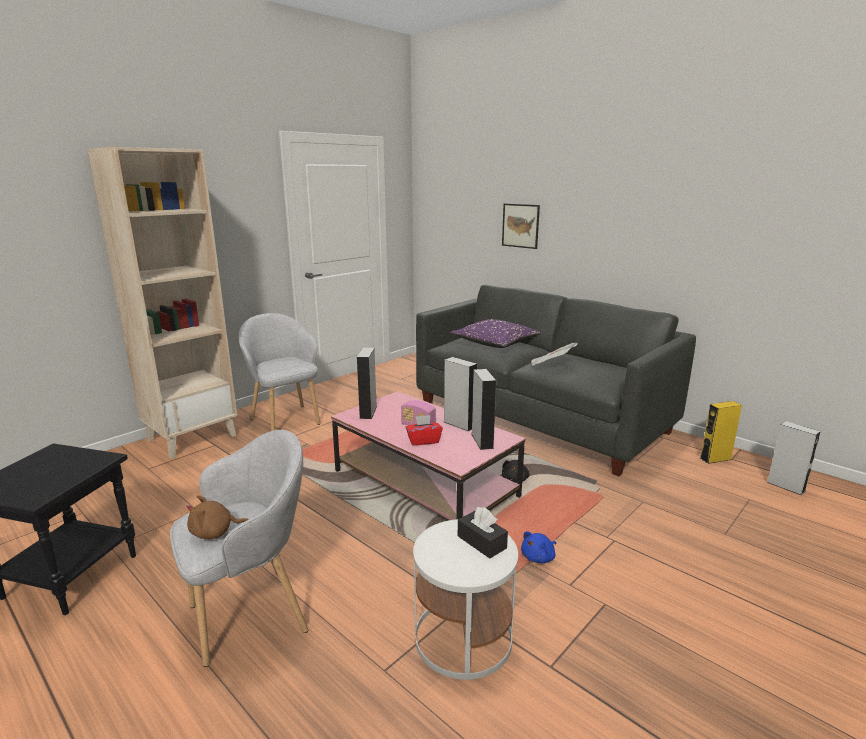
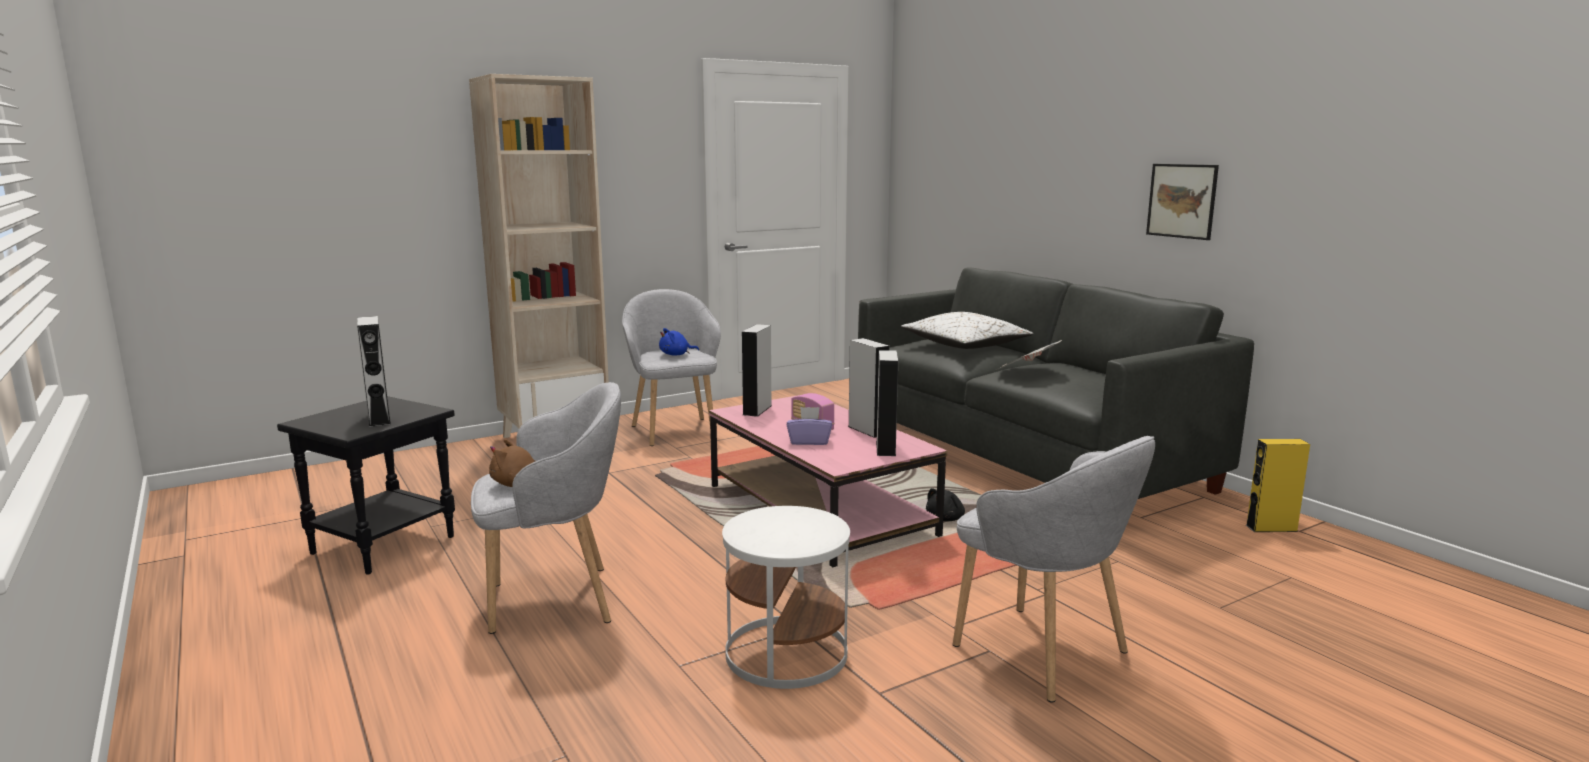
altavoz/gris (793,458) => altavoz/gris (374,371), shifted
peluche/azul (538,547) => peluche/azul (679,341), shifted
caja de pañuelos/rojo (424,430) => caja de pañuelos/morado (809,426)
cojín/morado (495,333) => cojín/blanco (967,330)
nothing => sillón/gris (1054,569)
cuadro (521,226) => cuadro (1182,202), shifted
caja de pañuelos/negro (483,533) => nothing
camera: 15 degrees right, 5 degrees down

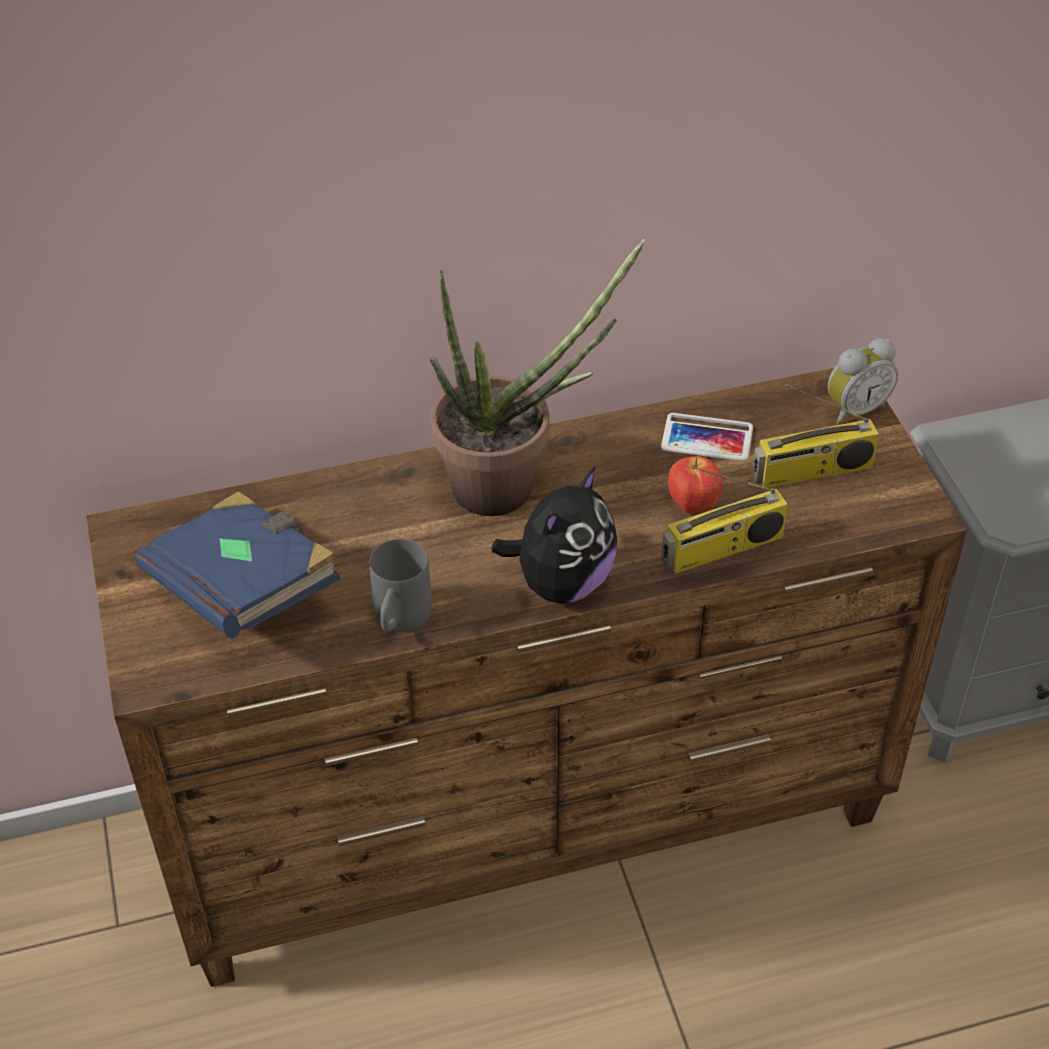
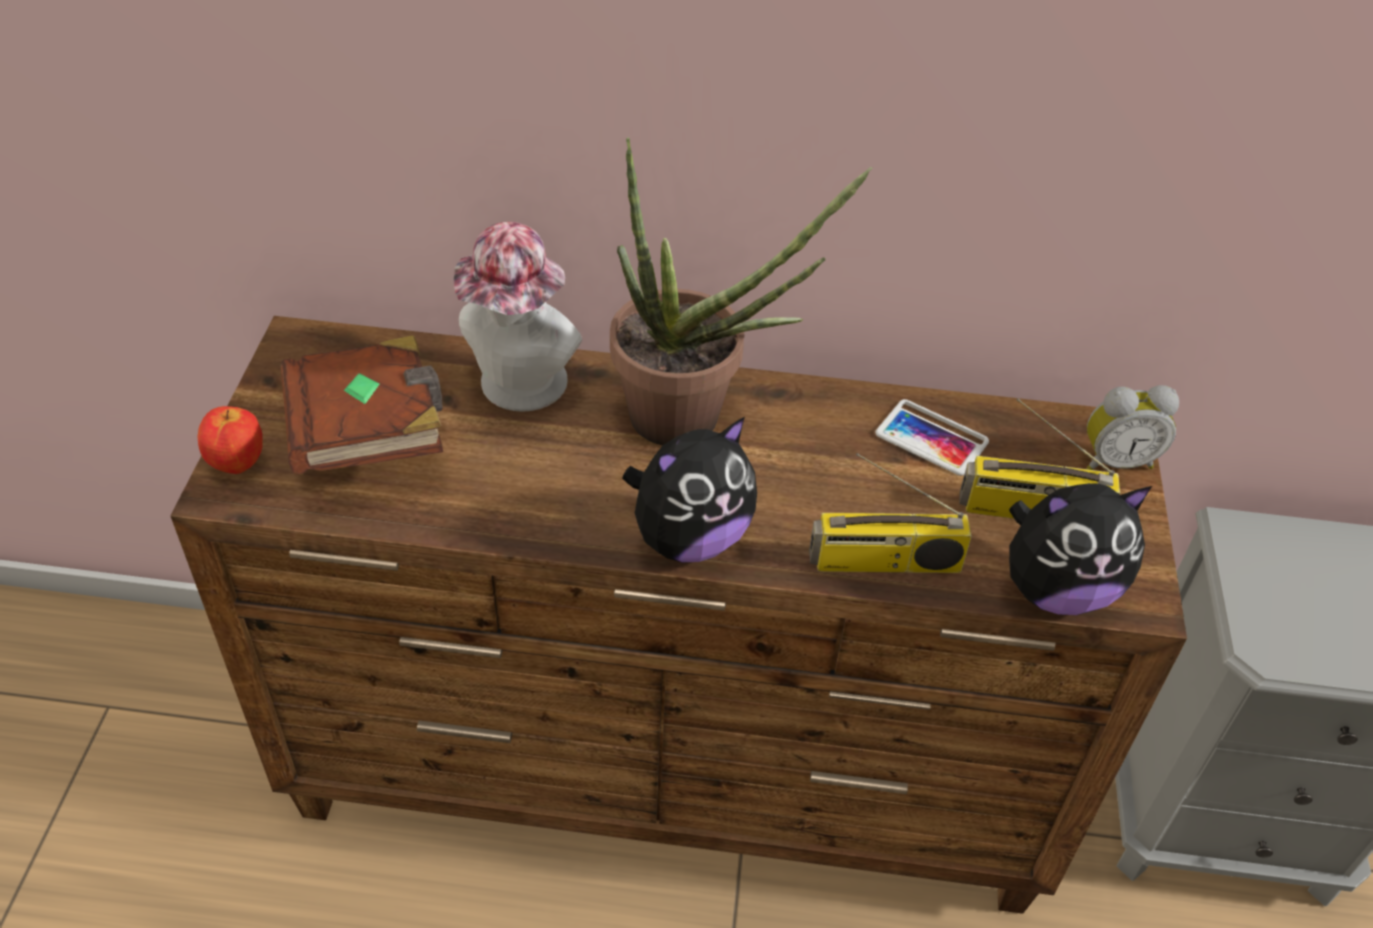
manzana (695,485) => manzana (230,440), shifted
libro/azul (237,565) => libro/marrón (362,405)
nothing => sombrero (517,317)
nothing => peluche (1080,549)
taza grande/gris (400,585) => nothing
camera: 20 degrees right, 0 degrees up

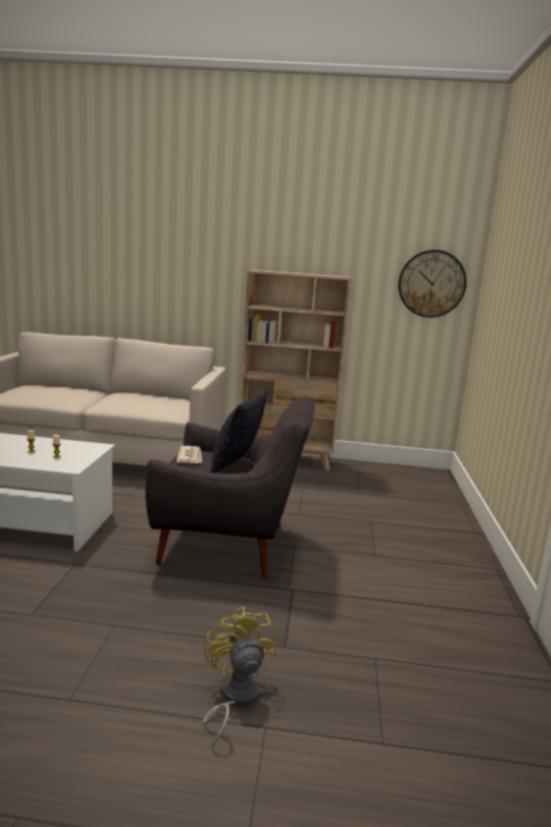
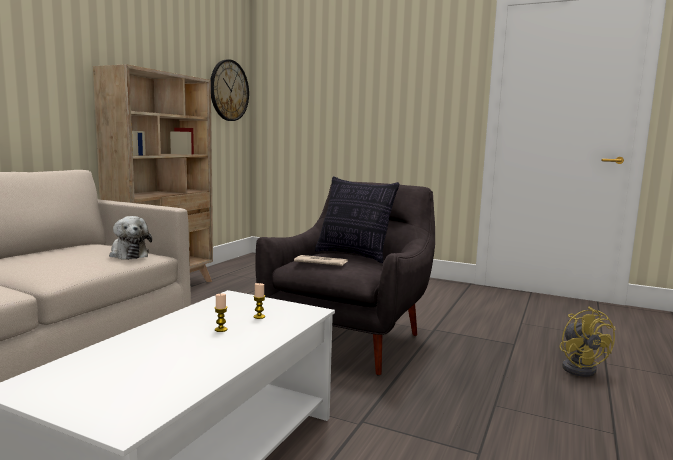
nothing => peluche (130,238)
ventilador/amarillo (240,677) => ventilador/amarillo (587,342), 105 degrees counterclockwise
camera: 70 degrees left, 5 degrees down

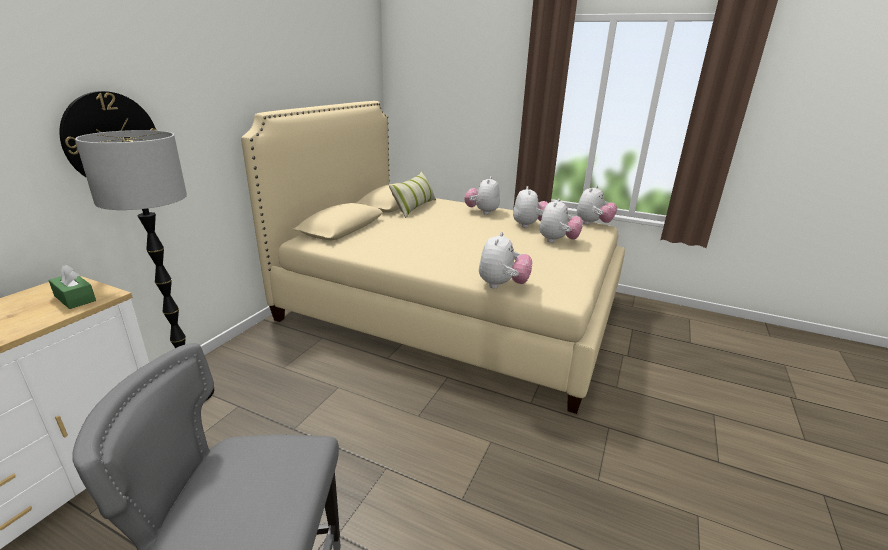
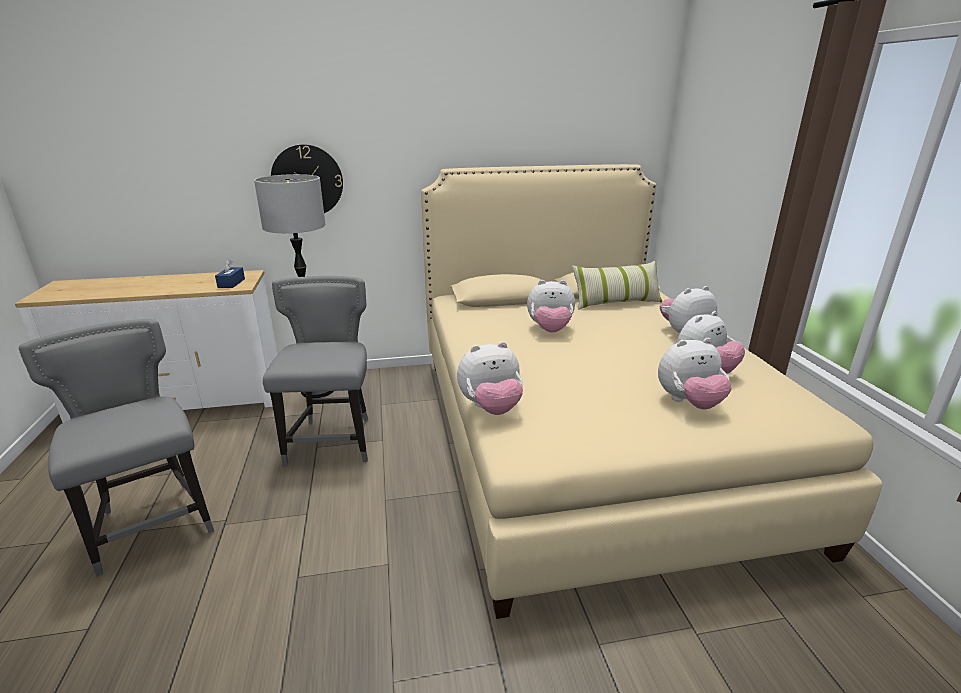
caja de pañuelos/verde (72,287) => caja de pañuelos/azul (230,273)
nothing => silla/gris (315,370)
peluche (597,205) => peluche (551,306), shifted
camera: 55 degrees right, 0 degrees up

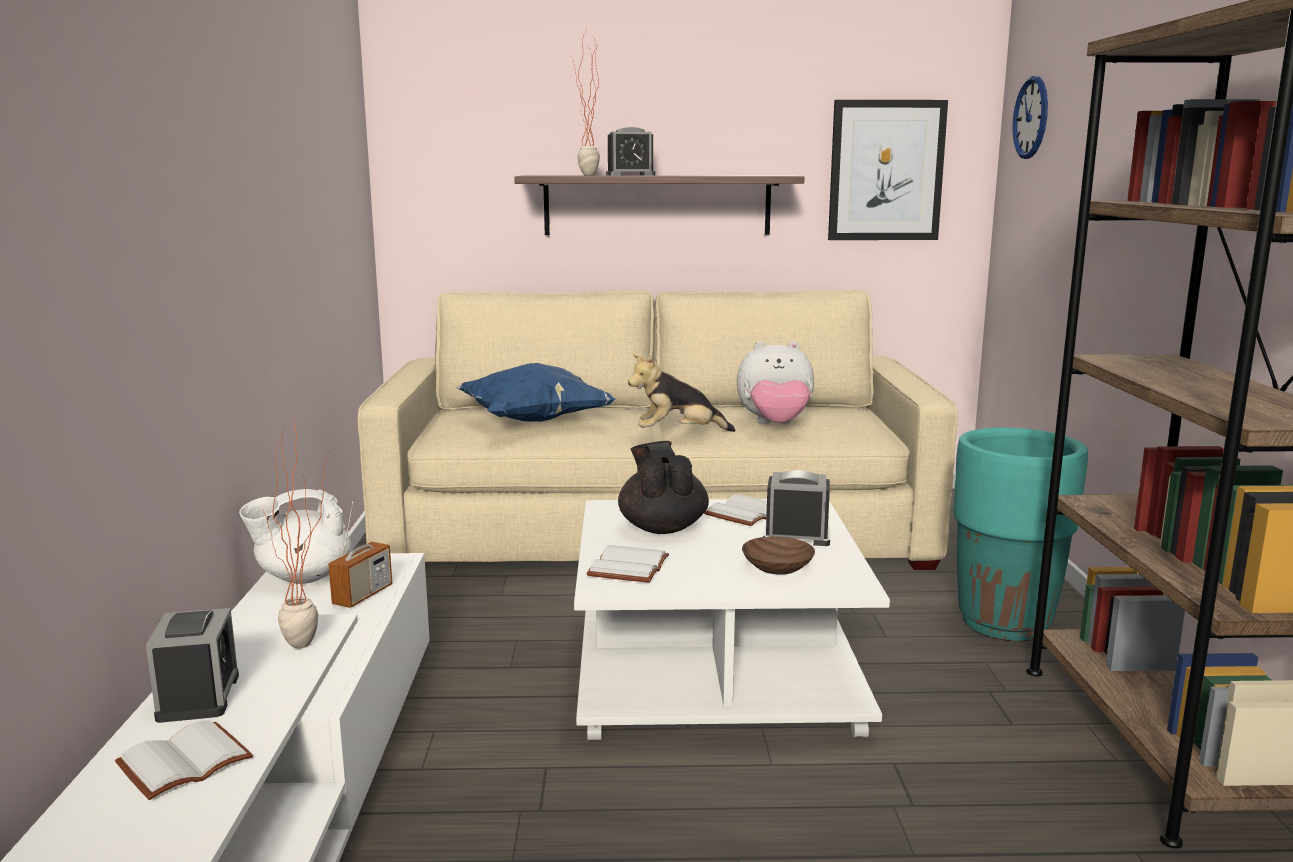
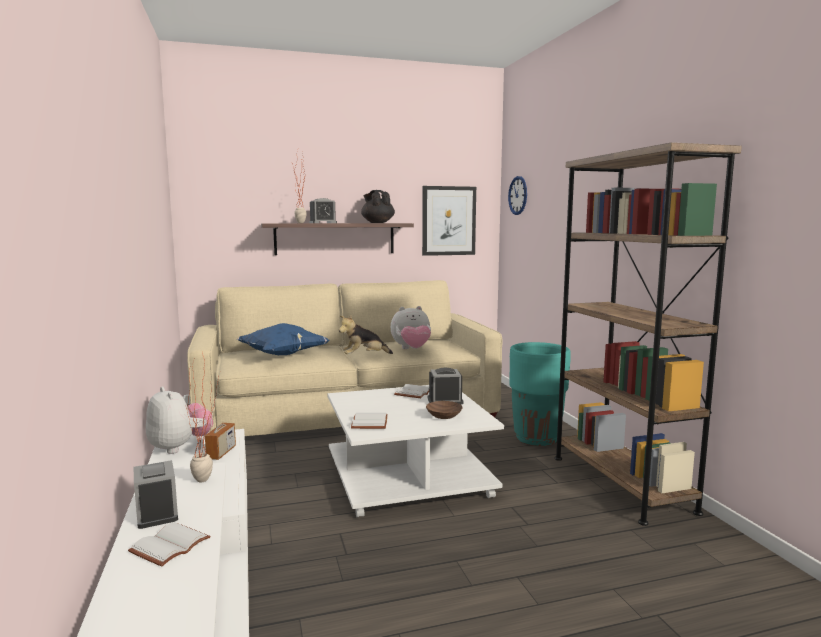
tetera/blanco (295,536) => peluche (179,420)
tetera/negro (663,487) => tetera/negro (378,206), shifted
camera: 15 degrees left, 5 degrees down

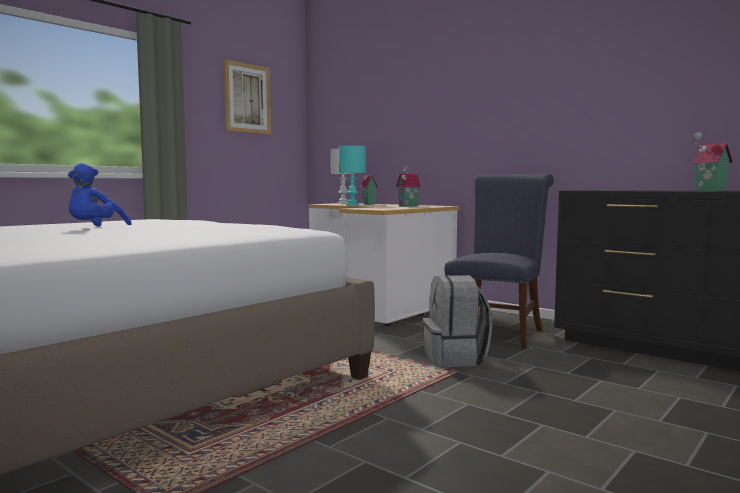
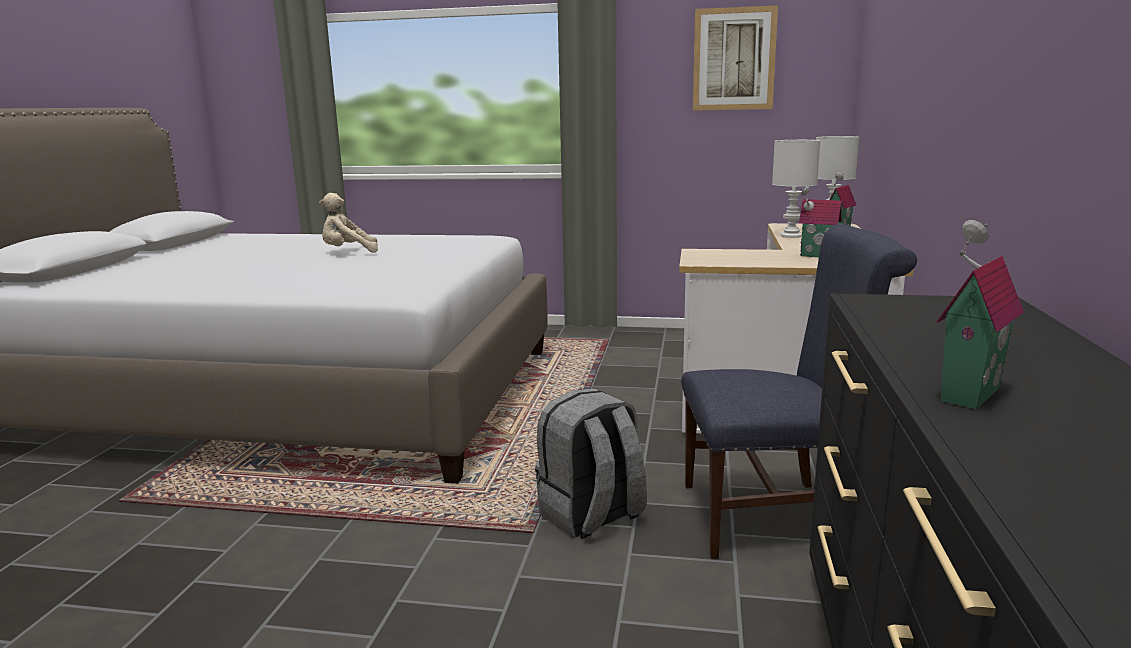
peluche/azul (100,195) => peluche/beis (348,223)
lámpara de mesa/turquesa (352,175) => lámpara de mesa/blanco (796,189)
camera: 60 degrees right, 10 degrees up

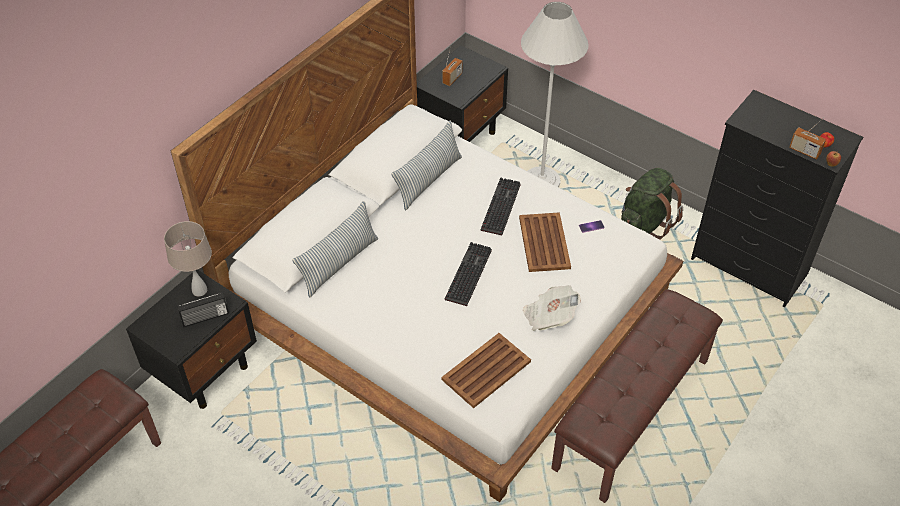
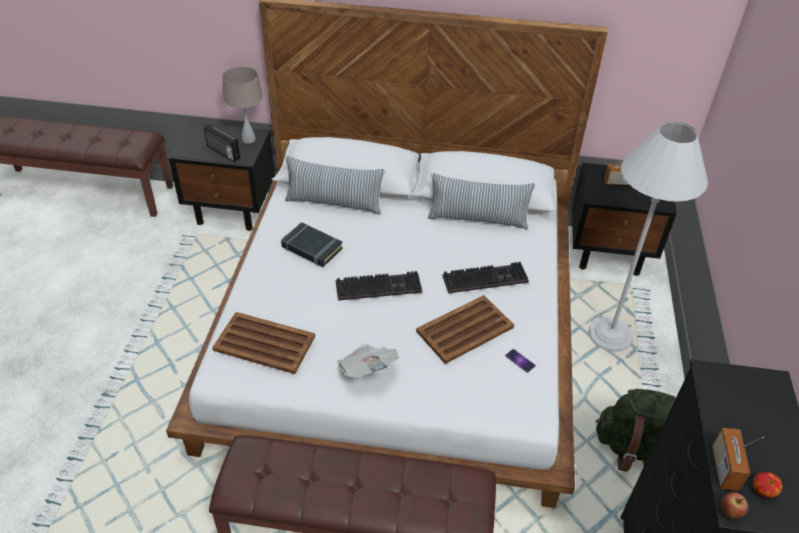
nothing => libro/negro (312,244)
camera: 60 degrees right, 5 degrees down

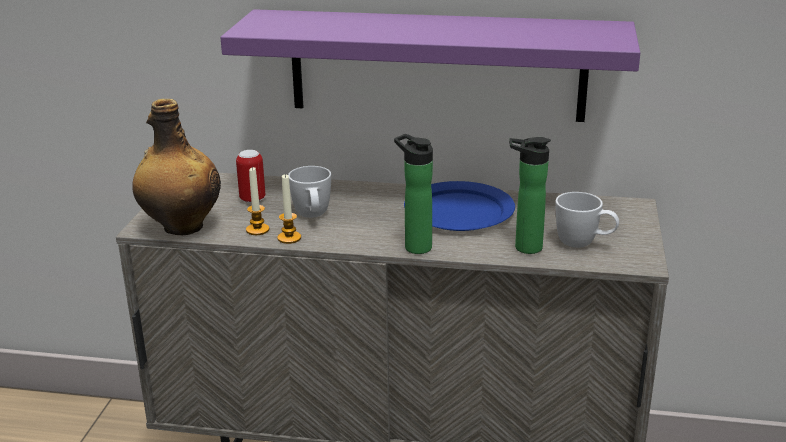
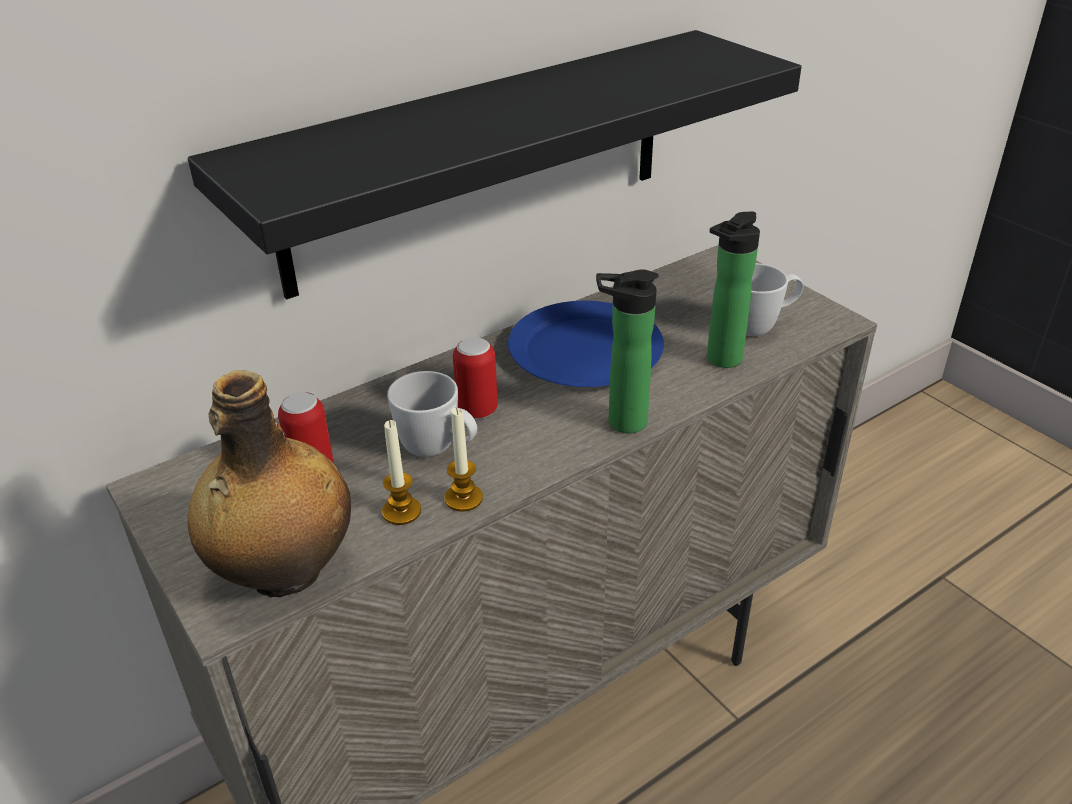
estante/morado (430,65) => estante/negro (494,165)
nothing => lata (475,378)
camera: 45 degrees left, 10 degrees up

